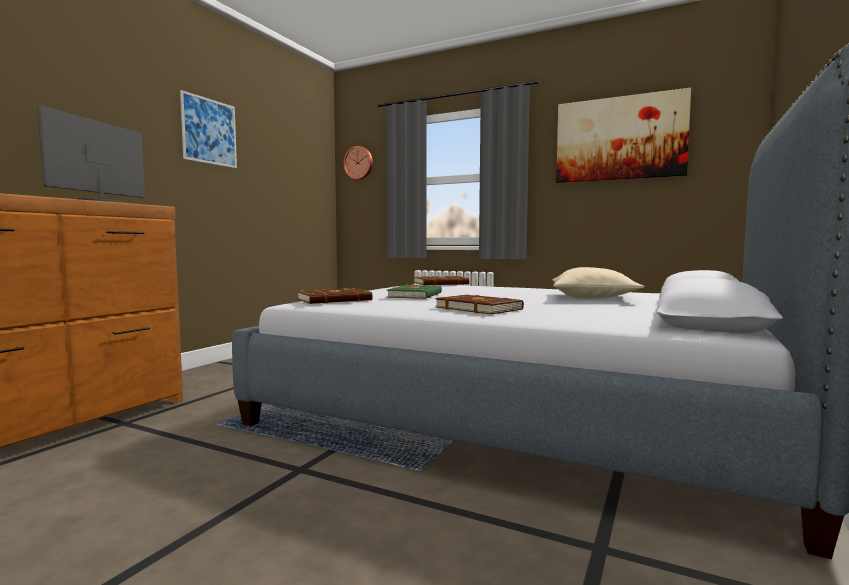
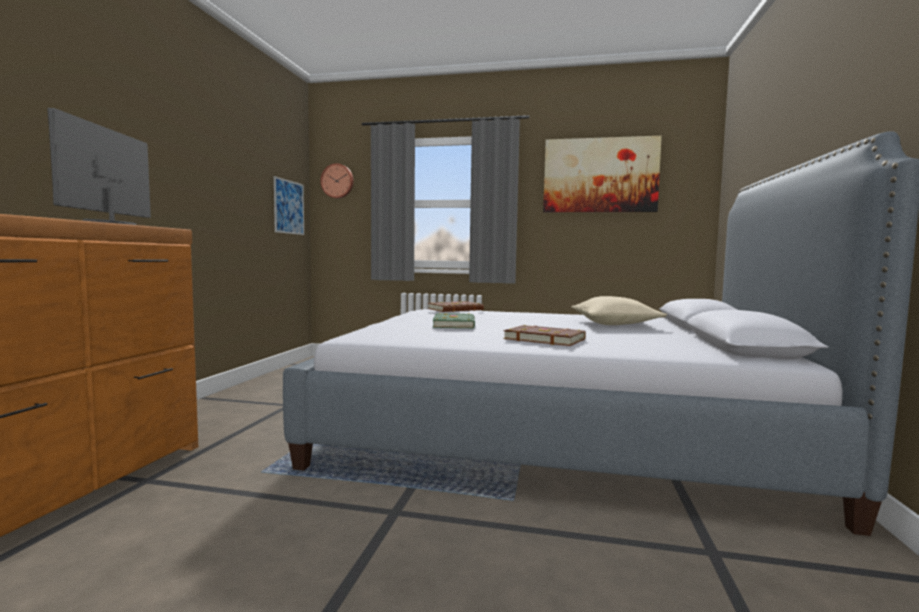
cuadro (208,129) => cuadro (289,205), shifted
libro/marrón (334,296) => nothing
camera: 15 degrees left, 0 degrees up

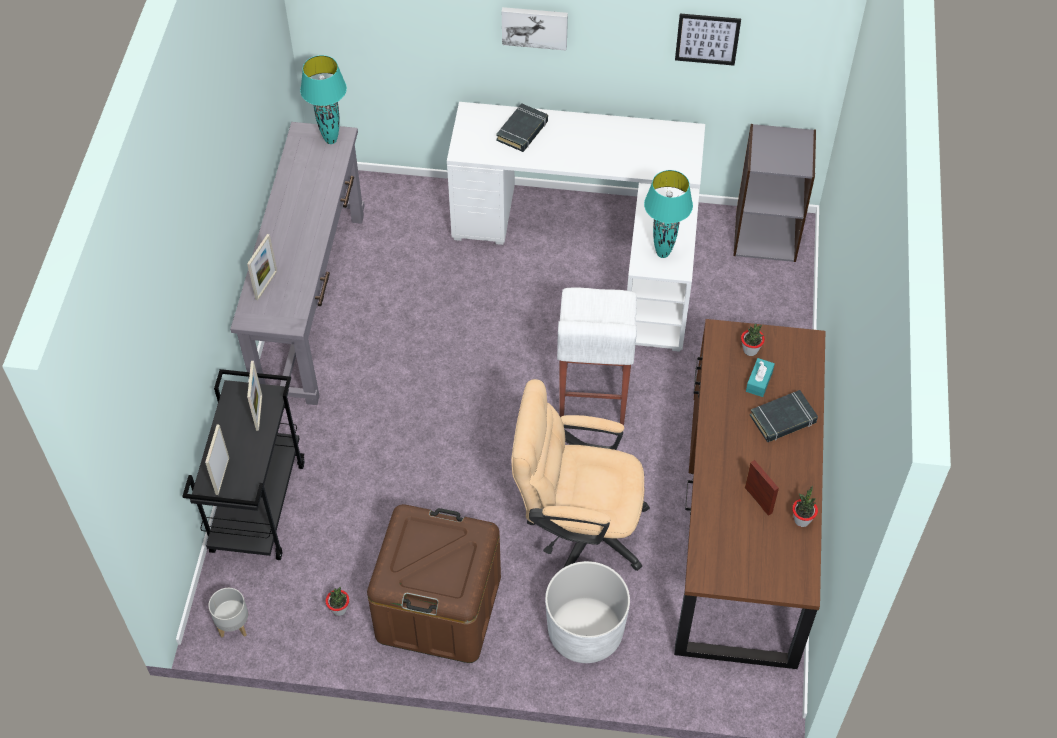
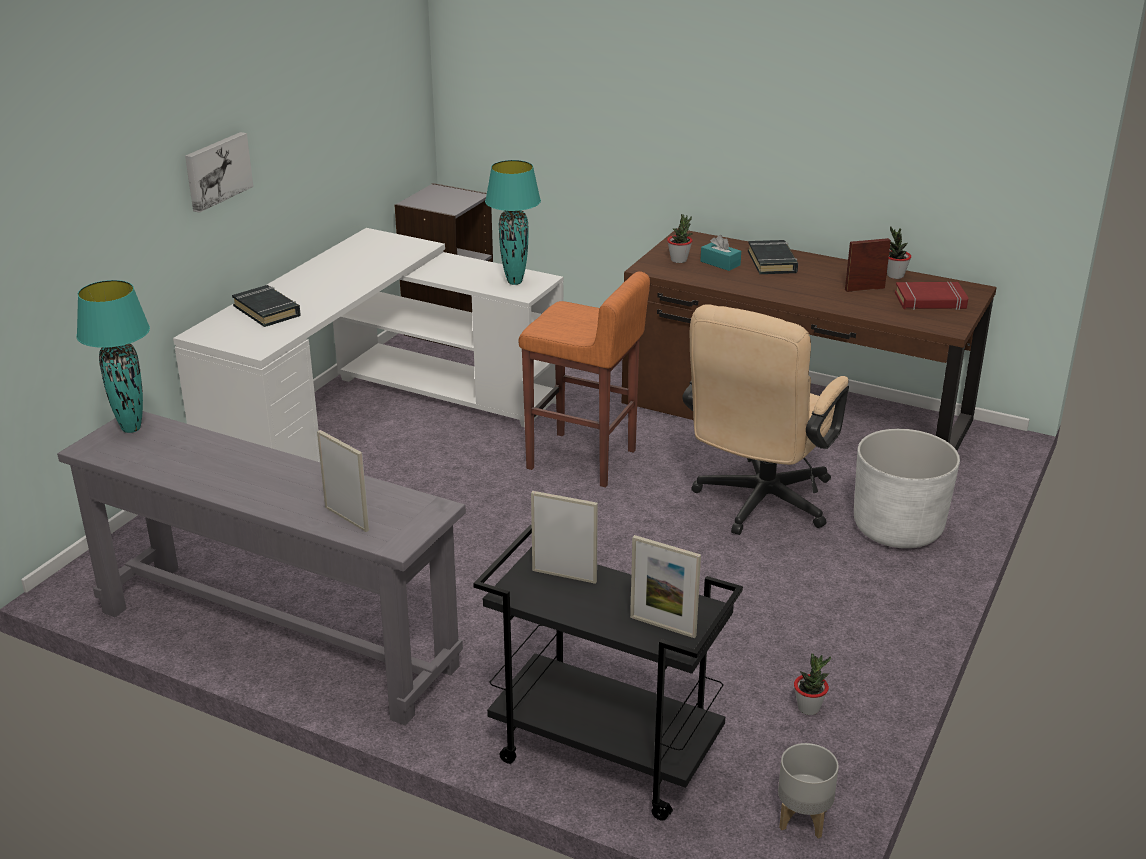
taburete/blanco (597,356) => taburete/naranja (584,379)
nothing => libro/rojo (931,296)
caja de almacenaje/marrón (434,583) => nothing
cuadro (708,40) => nothing
camera: 70 degrees left, 25 degrees down

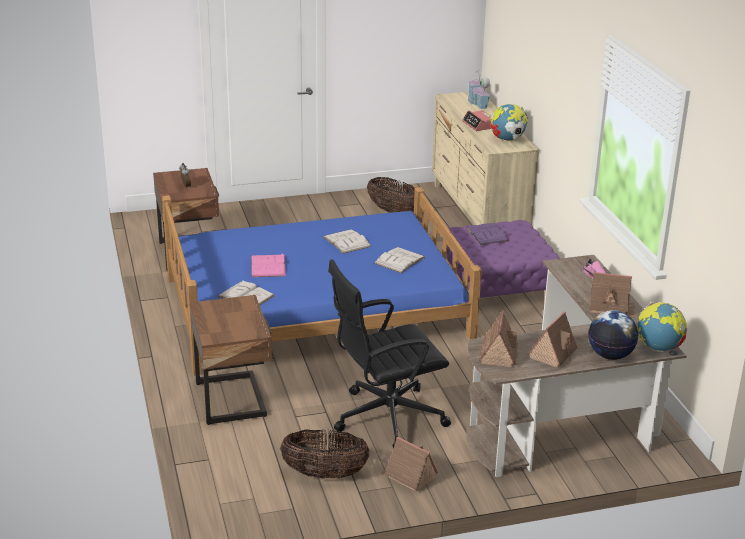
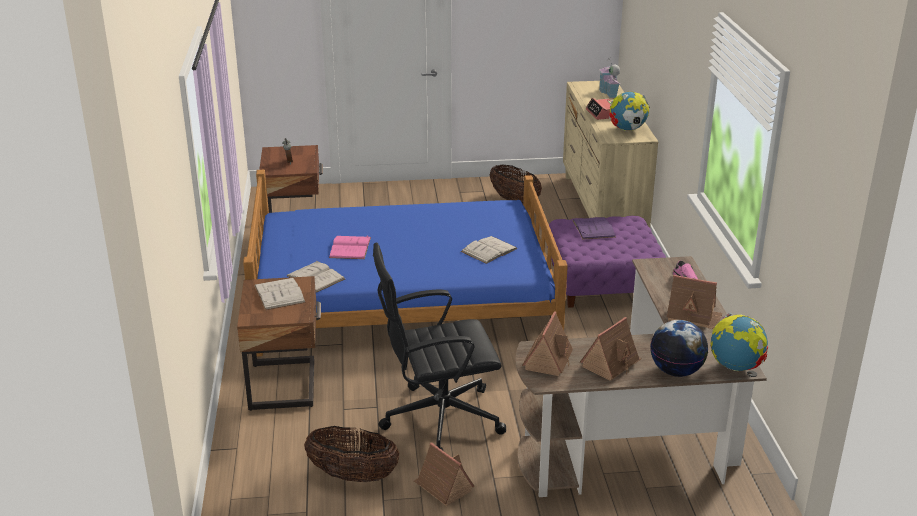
libro/blanco (347,241) => libro/blanco (280,294), shifted
camera: 10 degrees right, 0 degrees up

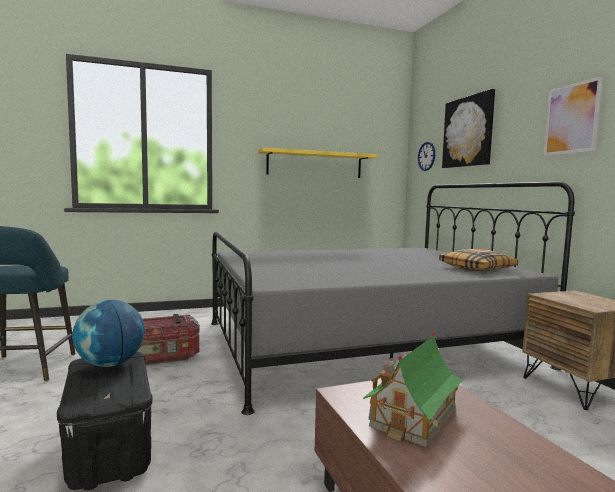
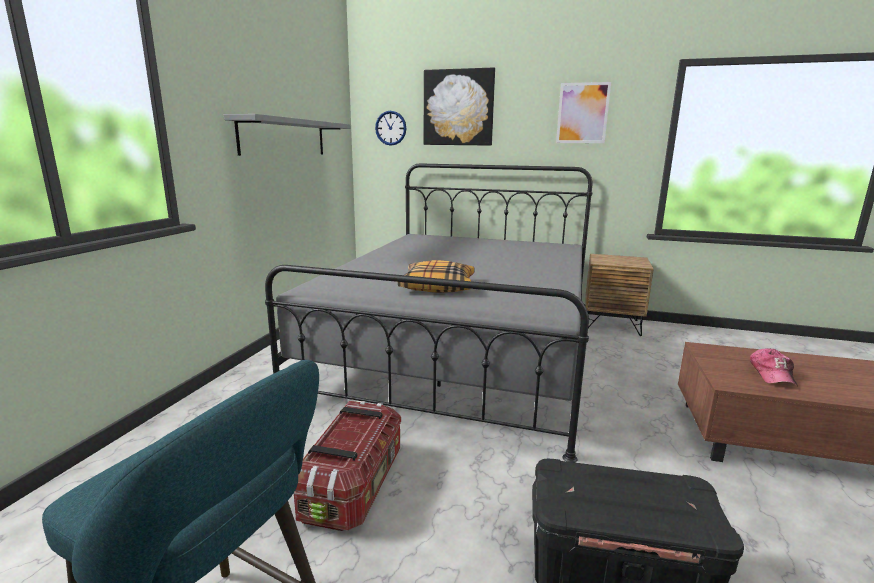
estante/amarillo (318,163) => estante/gris (287,135)
cojín (478,260) => cojín (436,276), shifted
casita (413,388) => gorra (774,367)
globo terráqueo (108,333) => nothing
camera: 55 degrees left, 10 degrees up

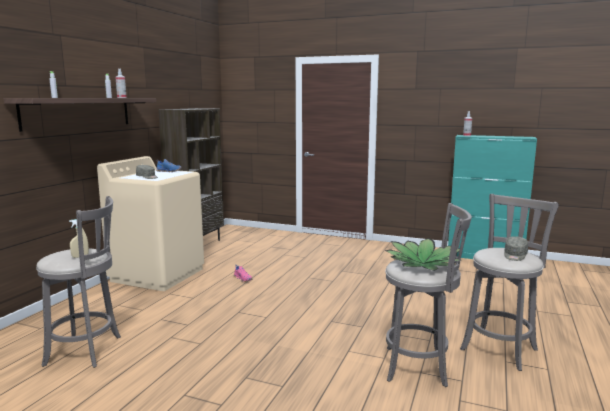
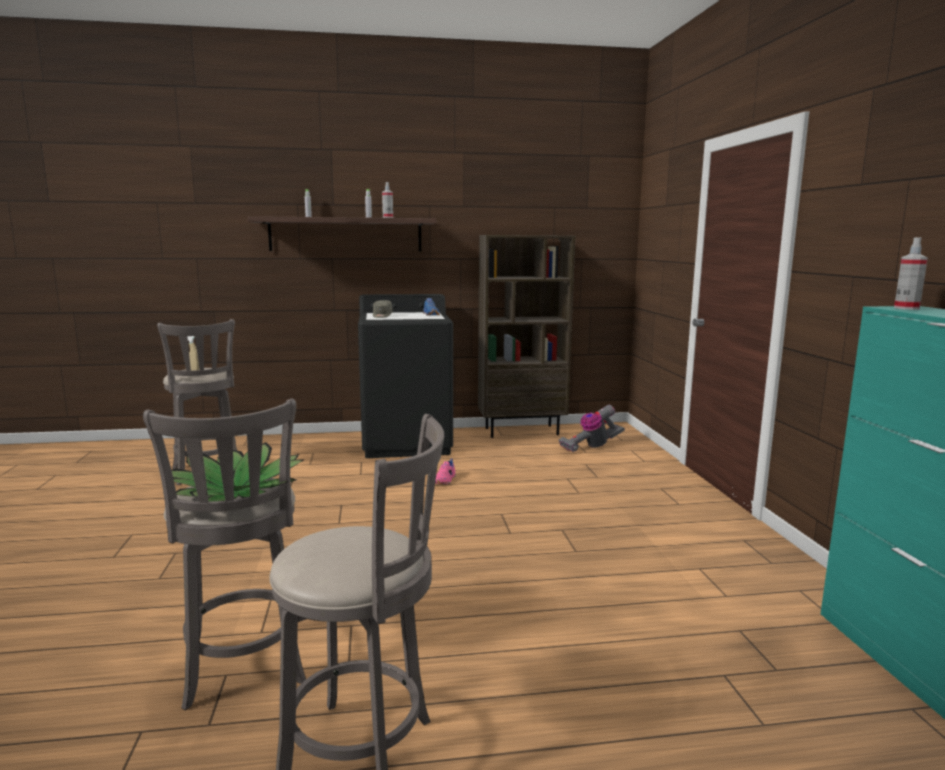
lavadora/beis (150,223) => lavadora/negro (405,376)
nothing => aspiradora (591,428)
gorra/gris (516,248) => nothing
camera: 60 degrees right, 0 degrees up

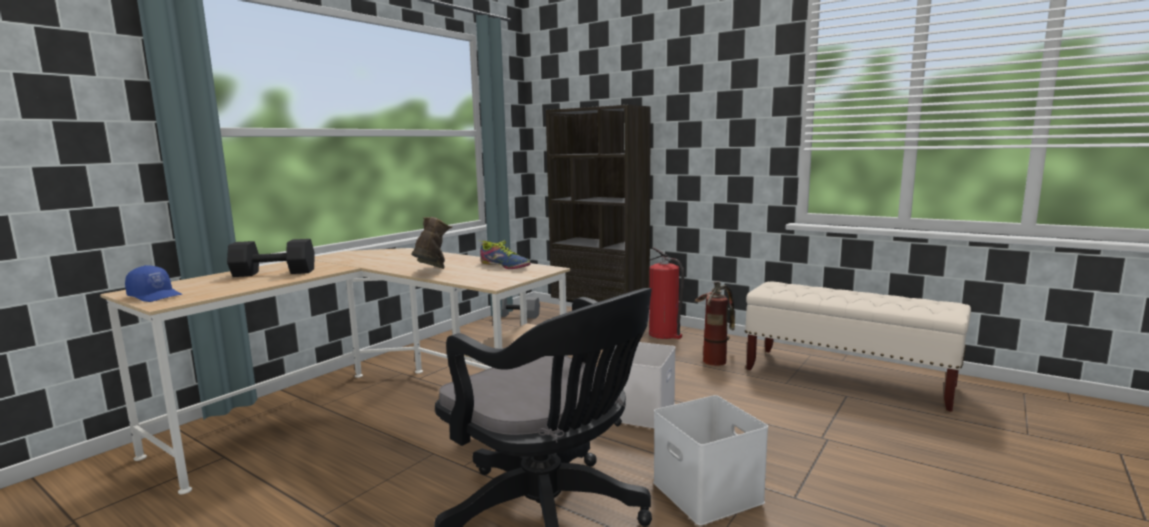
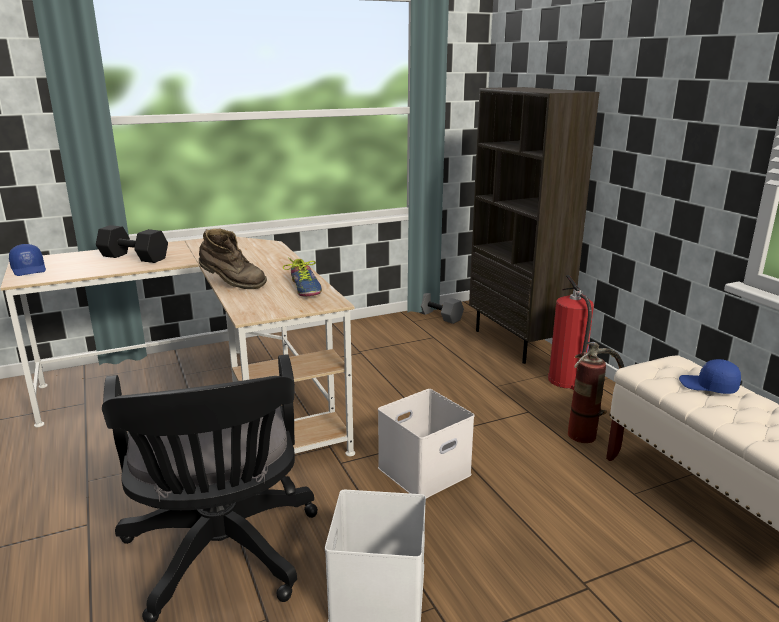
bota/marrón (431,243) => bota/marrón (233,259), 75 degrees clockwise
nothing => gorra/azul (710,376)
camera: 30 degrees right, 10 degrees up

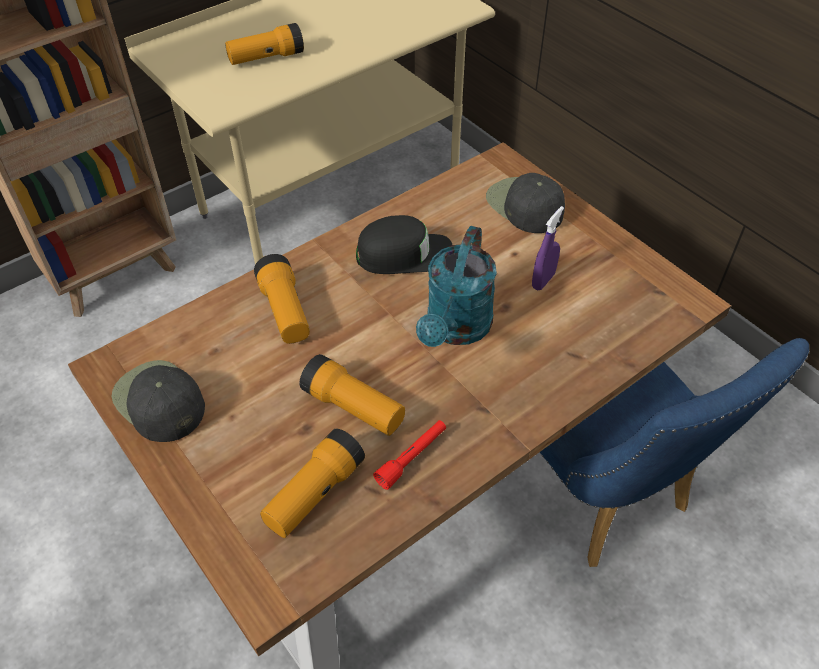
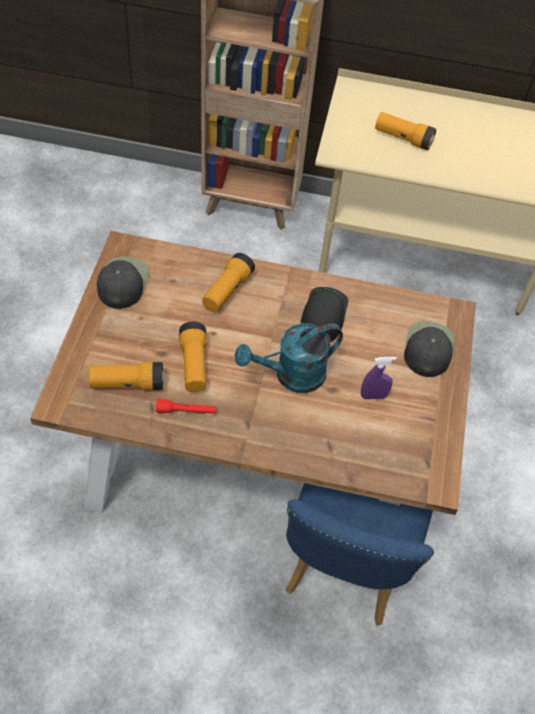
gorra/negro (404,244) => gorra/negro (324,314), 120 degrees counterclockwise
camera: 45 degrees right, 5 degrees up

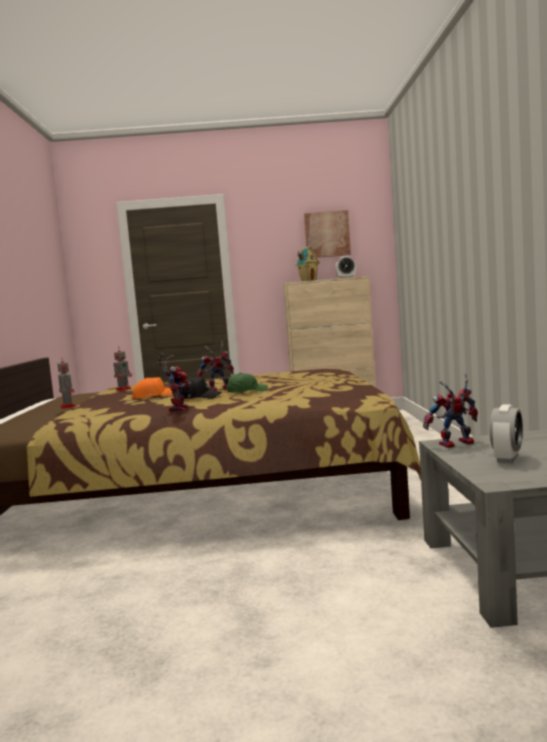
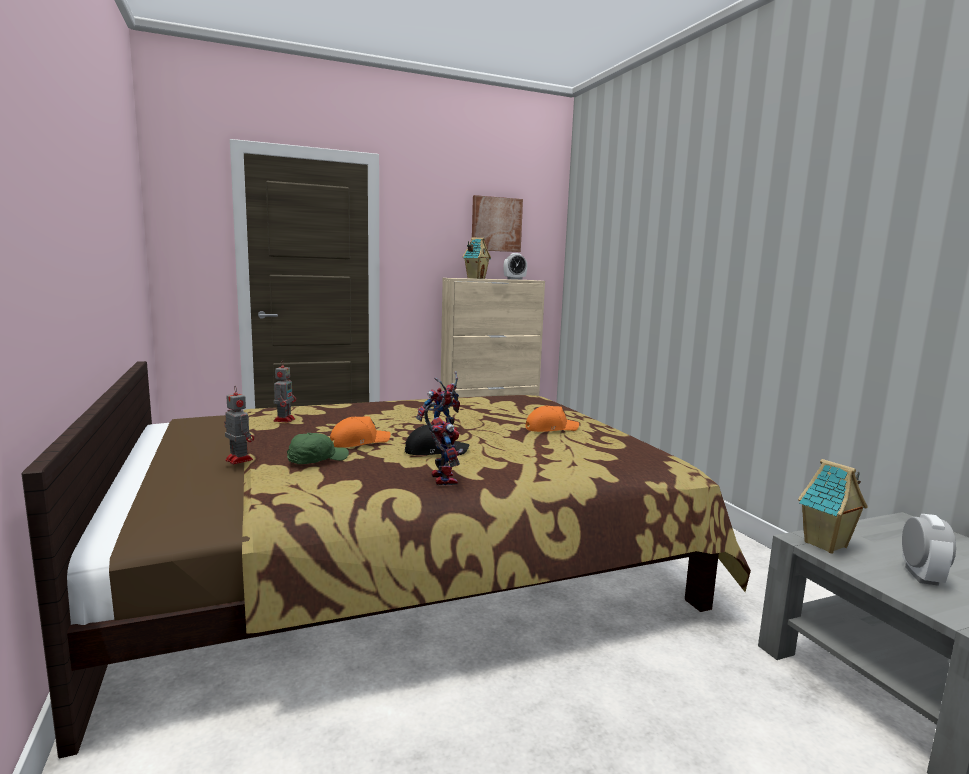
gorra/verde (247,383) => gorra/verde (318,448), shifted
nothing => gorra/naranja (552,418)
robot de juguete (450,411) => casita (833,506)
camera: 20 degrees left, 5 degrees up

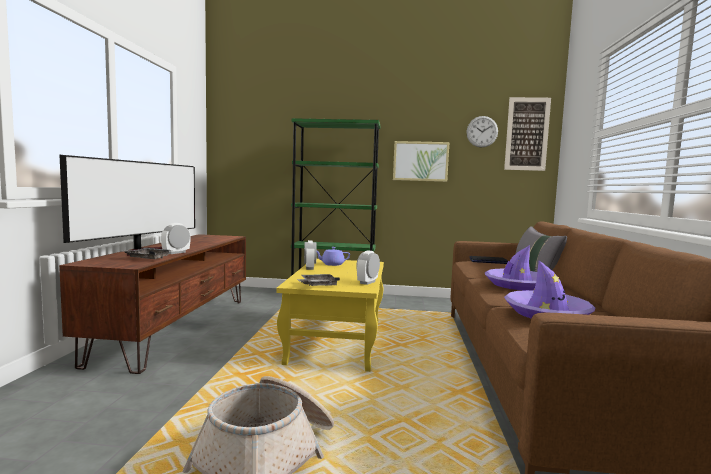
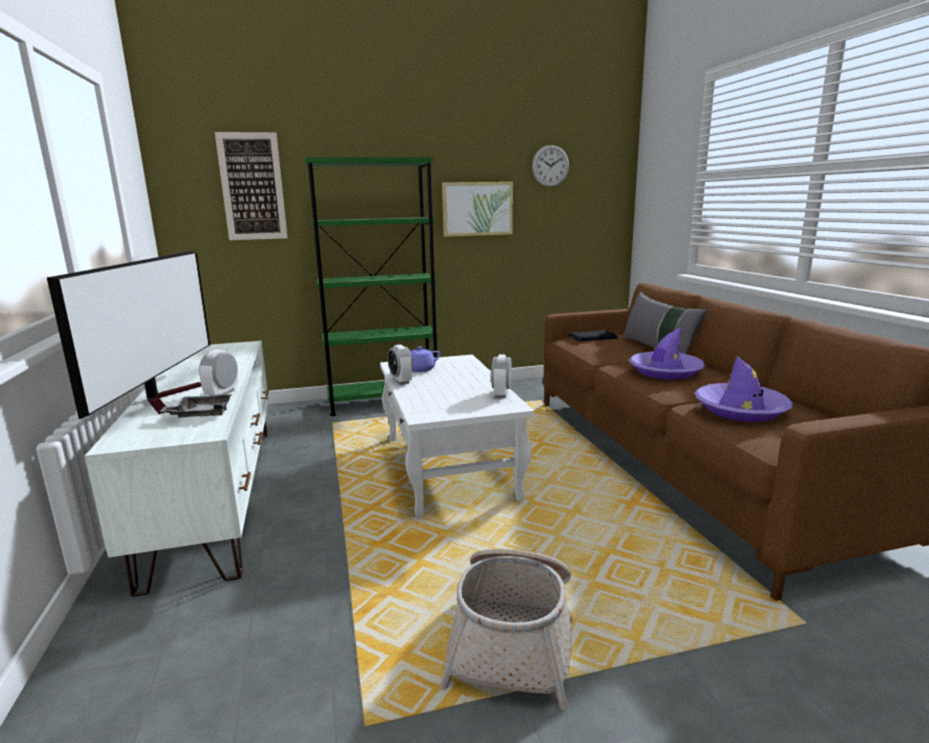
mueble de televisión/marrón (152,304) => mueble de televisión/blanco (177,469)
cuadro (527,134) => cuadro (251,186), shifted
mesa de centro/amarillo (330,315) => mesa de centro/blanco (457,435)
bandeja/gris (318,280) => nothing
camera: 20 degrees left, 10 degrees up

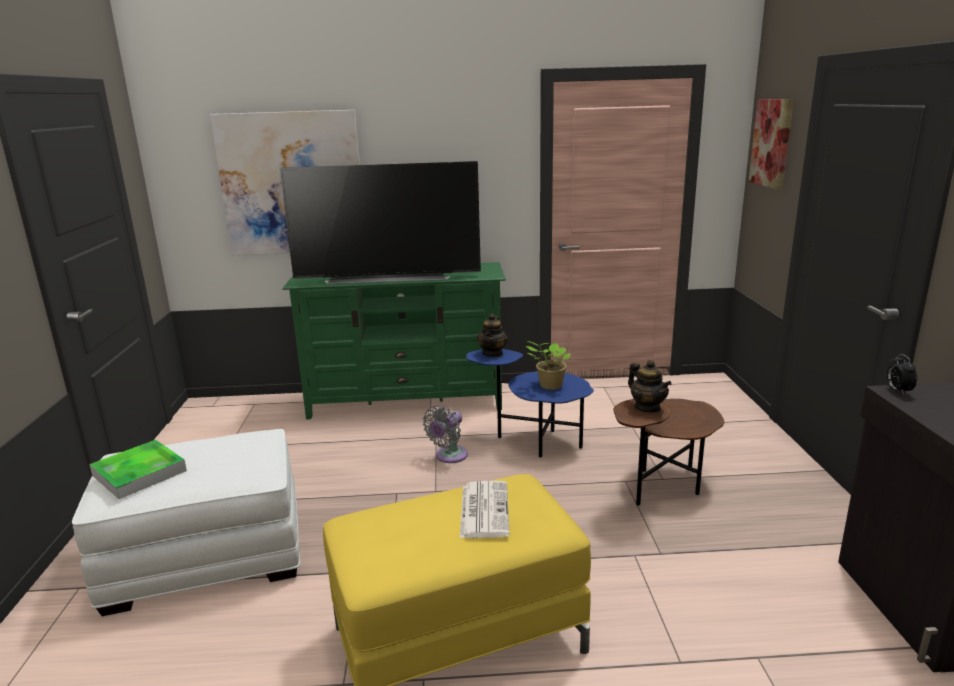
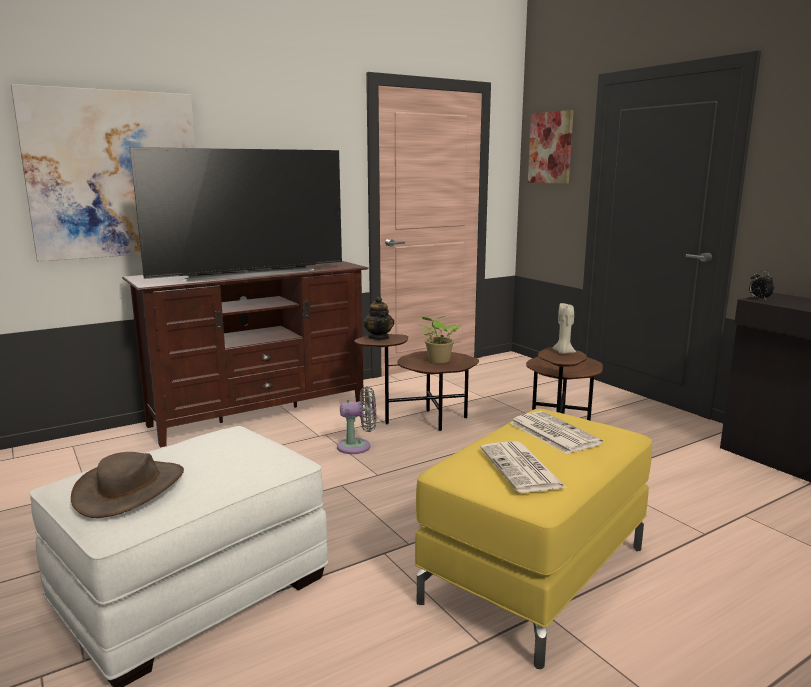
bandeja (138,469) => sombrero/marrón (127,485)
mueble de televisión/verde (394,341) => mueble de televisión/marrón (245,354)
ventilador/gris (445,434) => ventilador/gris (356,420), 105 degrees counterclockwise
mesa auxiliar/azul (530,403) => mesa auxiliar/marrón (416,382)
nothing => periódico (523,467)
tetera (650,386) => vela/beis (564,328)
camera: 30 degrees left, 5 degrees down

